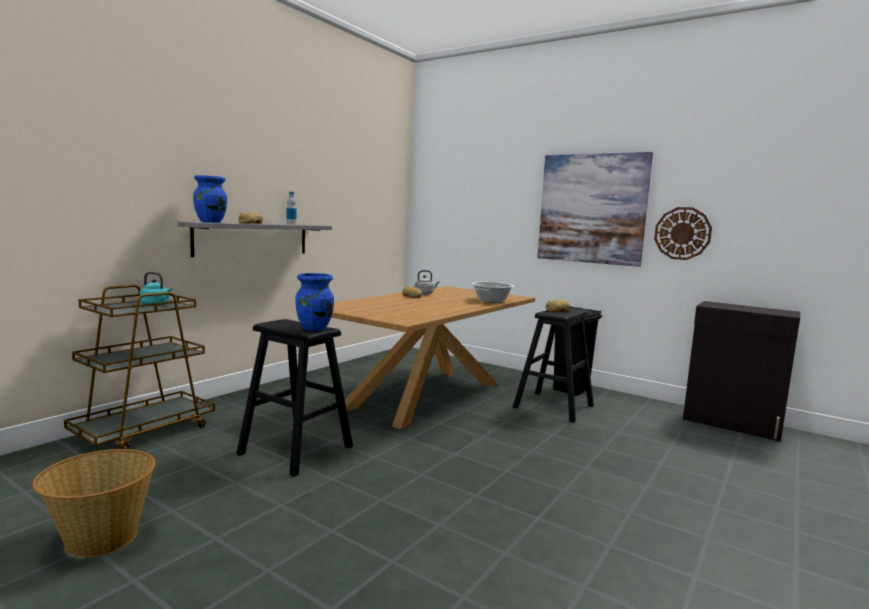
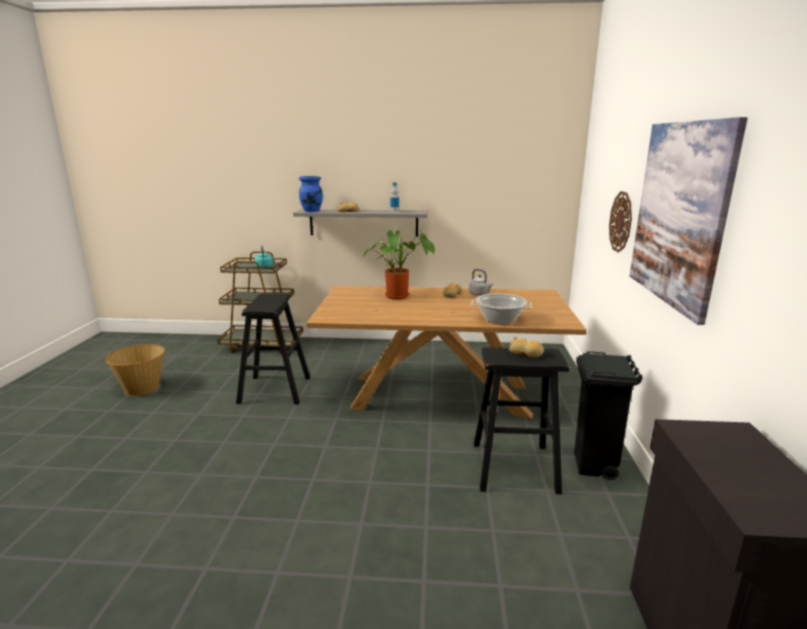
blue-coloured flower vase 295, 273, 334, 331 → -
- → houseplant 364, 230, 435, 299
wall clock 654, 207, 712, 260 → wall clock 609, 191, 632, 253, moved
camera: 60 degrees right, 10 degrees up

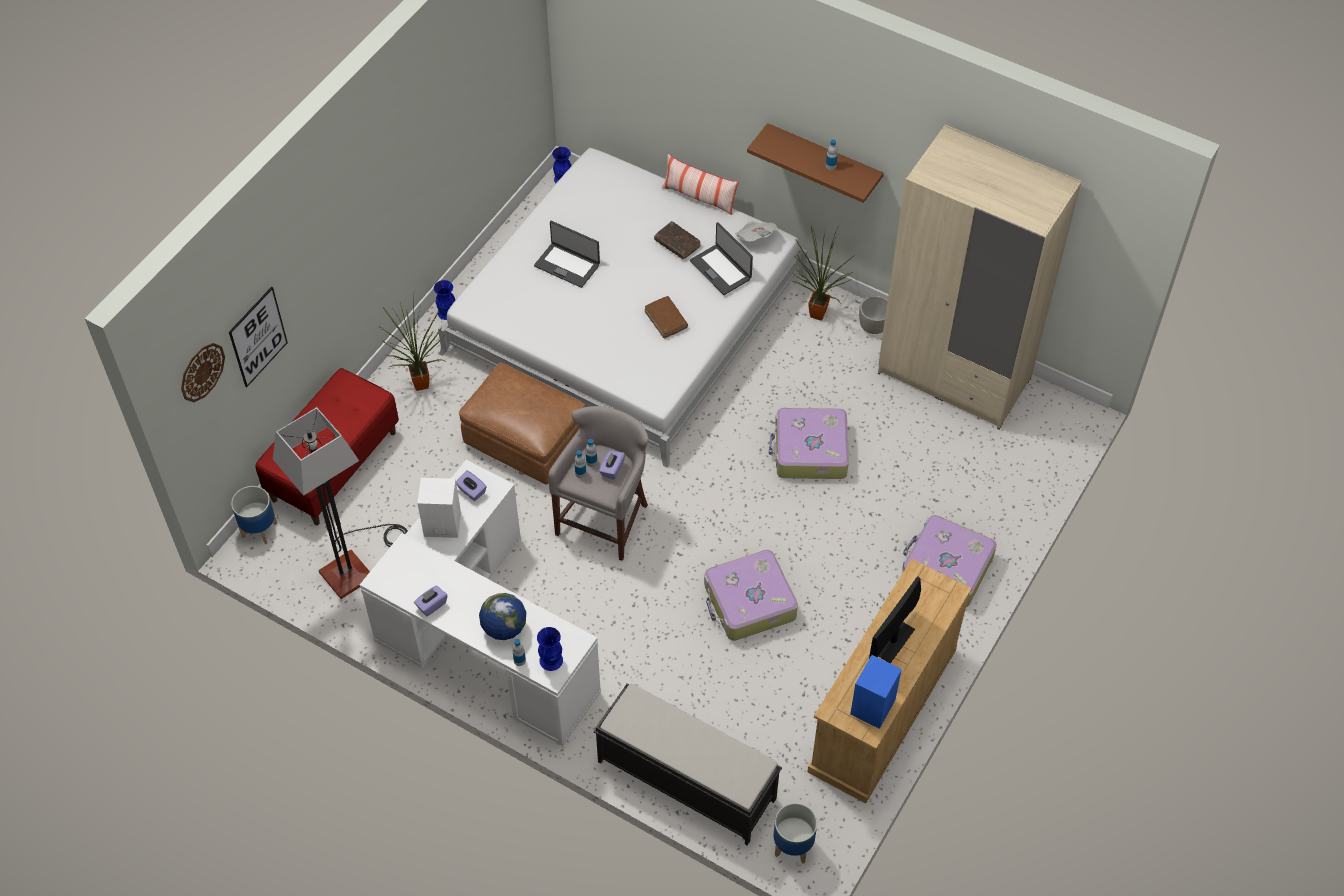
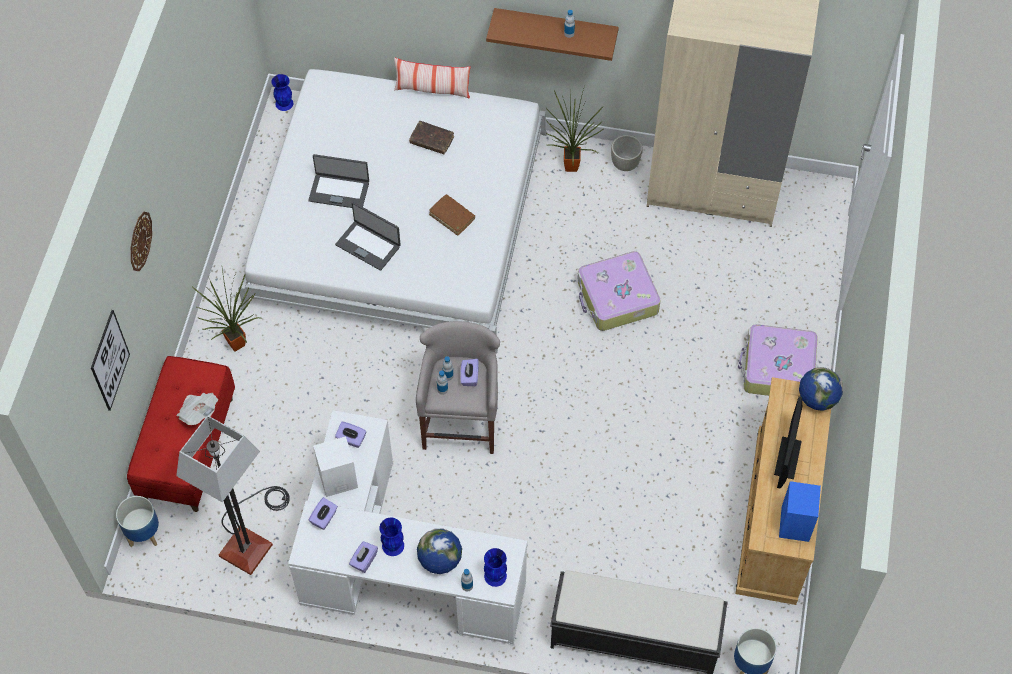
brown pouffe 459, 362, 585, 485 → -
travel case 704, 550, 798, 641 → -
- → purple tissue holder 309, 497, 338, 530
- → globe 799, 367, 843, 411
wall clock 181, 343, 225, 402 → wall clock 131, 212, 152, 271, moved
blue-coloured flower vase 434, 280, 455, 320 → blue-coloured flower vase 379, 518, 404, 556, moved
laptop 690, 222, 753, 295 → laptop 335, 202, 401, 271, moved
printed paper 735, 221, 777, 241 → printed paper 176, 393, 218, 425, moved
camera: 20 degrees left, 5 degrees up

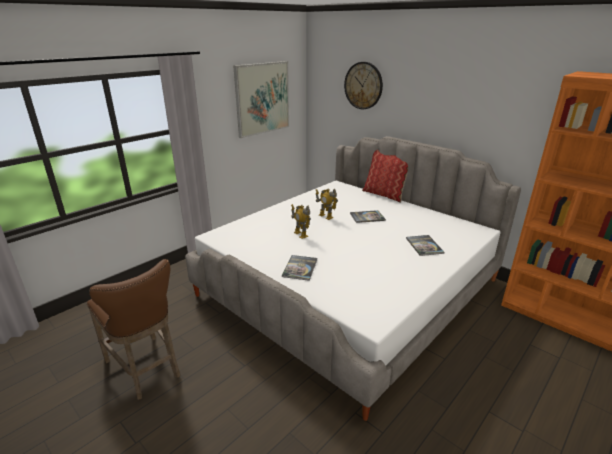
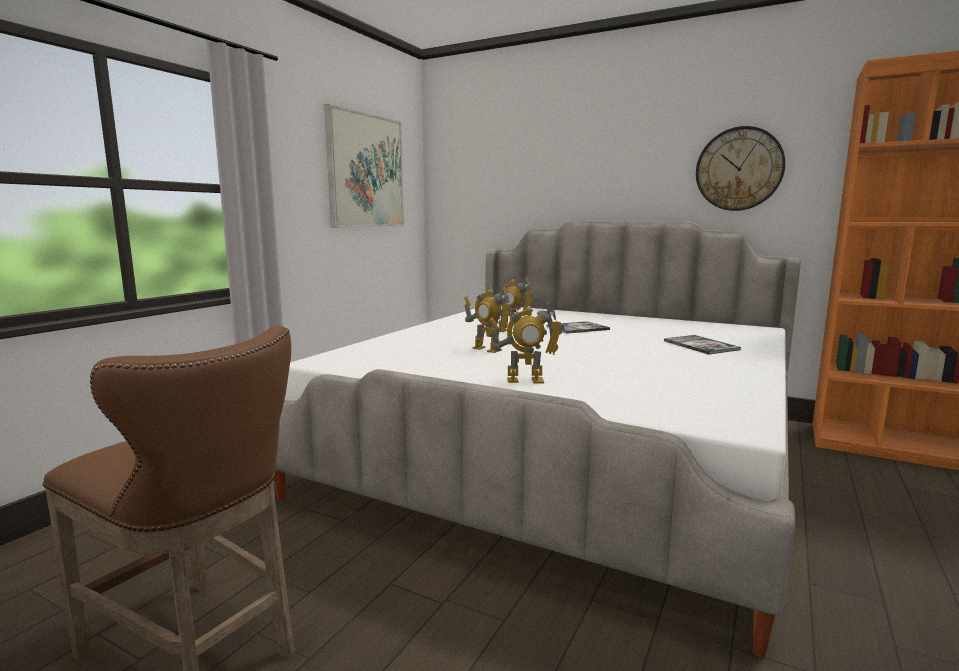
pillow 362, 150, 408, 203 → -
wall clock 344, 62, 383, 109 → wall clock 696, 126, 785, 211, moved
bound book 282, 255, 317, 281 → model robot 489, 301, 565, 384
camera: 15 degrees left, 15 degrees down

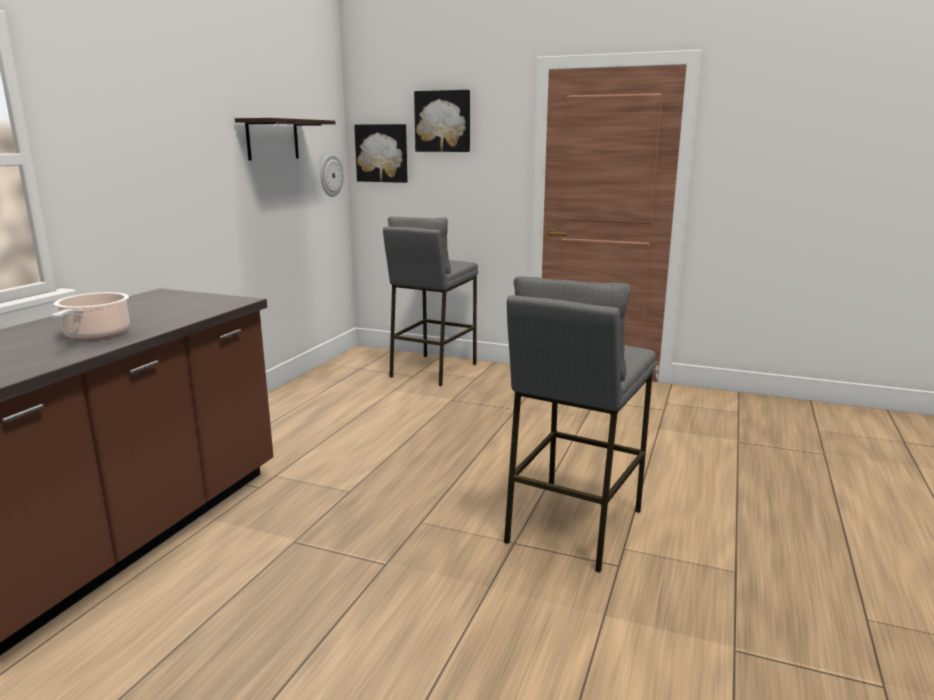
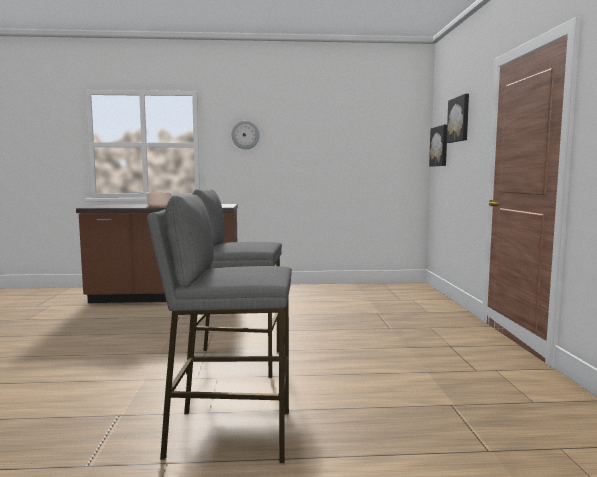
bracket shelf 235, 118, 335, 161 → -
wall clock 321, 154, 344, 197 → wall clock 232, 121, 260, 149, moved
gray stool seat 383, 217, 478, 386 → gray stool seat 147, 195, 292, 463, moved
camera: 65 degrees right, 10 degrees down

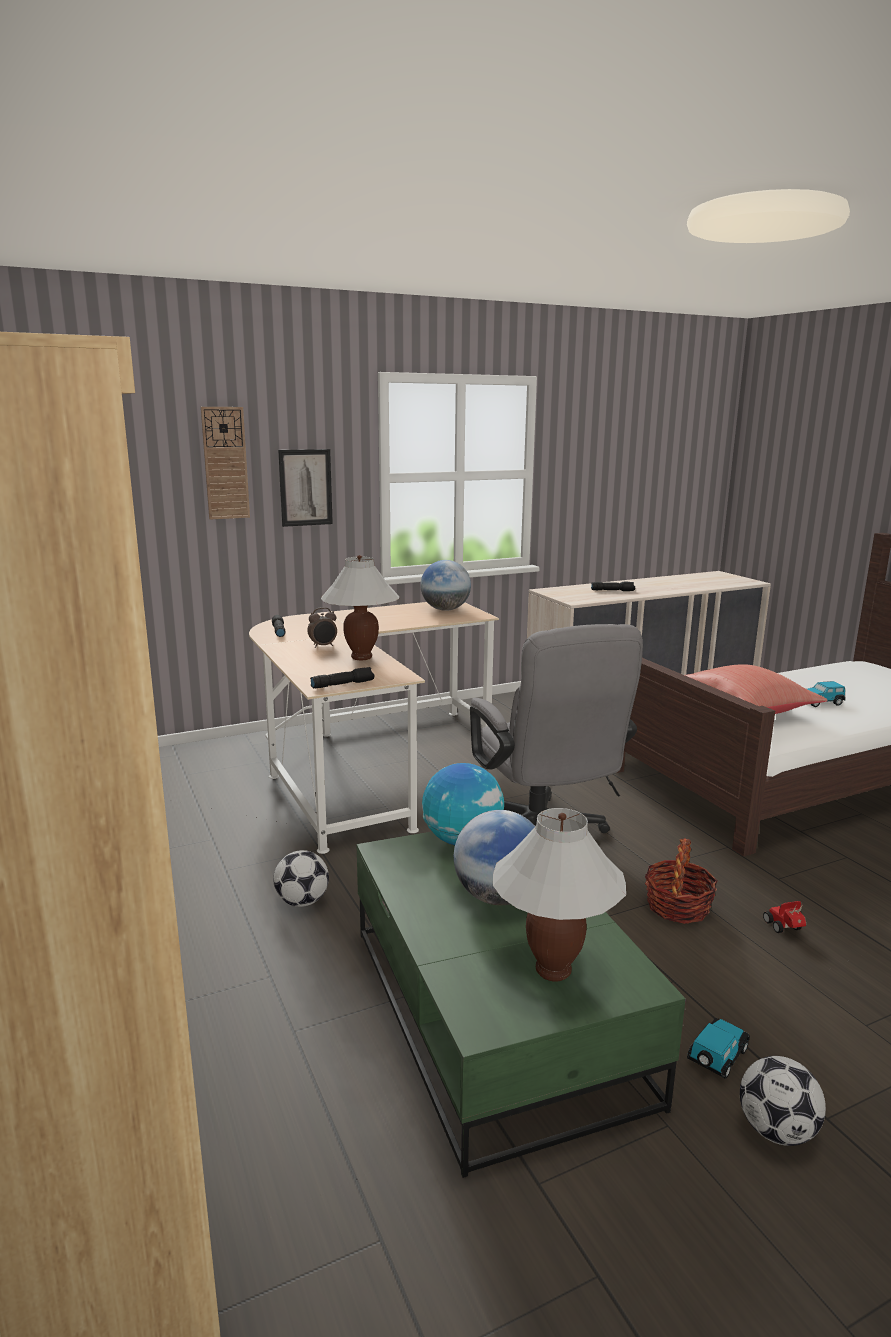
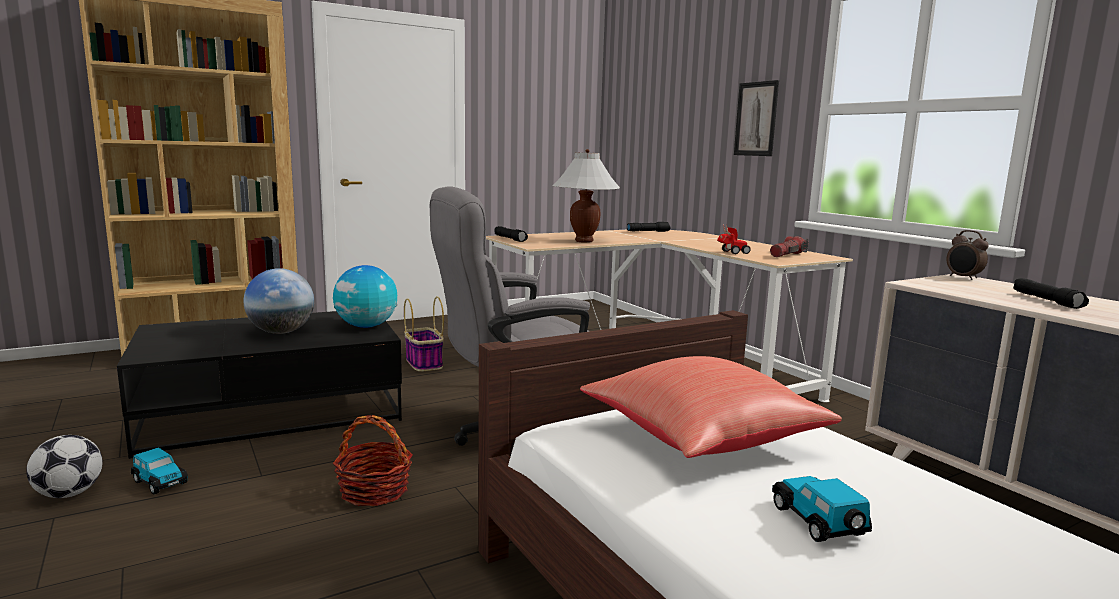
wall clock 201, 407, 250, 519 → -
whitish table lamp 493, 808, 626, 982 → -
alarm clock 307, 607, 337, 648 → alarm clock 946, 230, 989, 280, moved
model car 763, 901, 806, 933 → model car 717, 224, 751, 254, moved
football ball 273, 850, 329, 907 → basket 404, 296, 444, 371
globe 420, 560, 471, 611 → torch 770, 236, 809, 257
greenish lounge table 357, 832, 685, 1178 → blackish lounge table 117, 311, 402, 459
camera: 85 degrees right, 5 degrees down

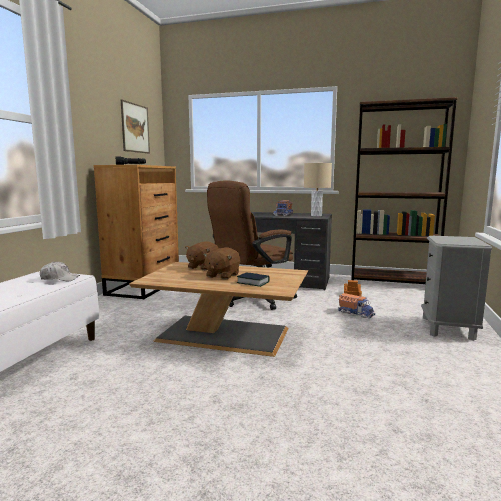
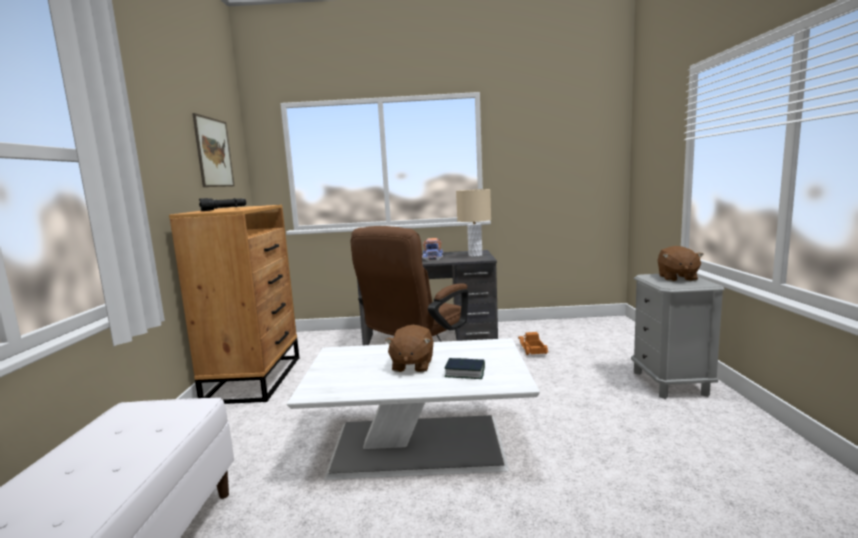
whitish cap 40, 261, 80, 281 → -
toy lorry 338, 293, 375, 319 → -
brown bookshelf 351, 97, 457, 284 → -
brown soft toy 185, 241, 219, 270 → brown soft toy 657, 246, 704, 281, moved
brown lounge table 129, 262, 308, 357 → whitish lounge table 287, 338, 540, 480
camera: 15 degrees left, 0 degrees up

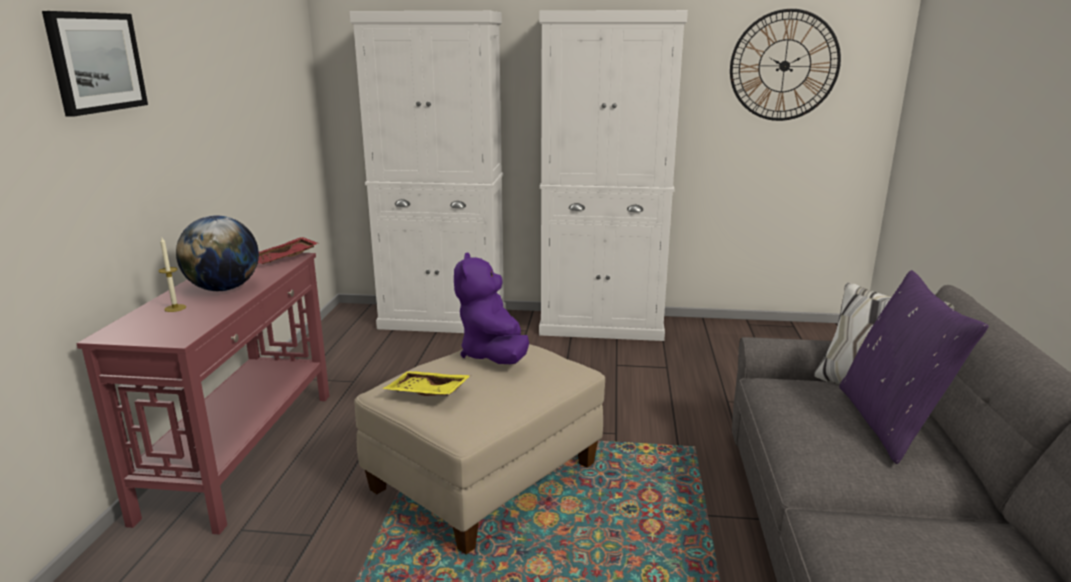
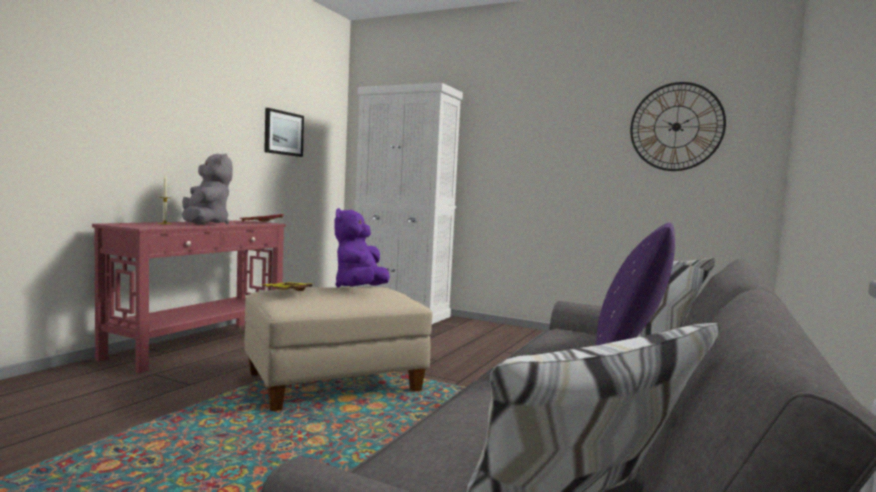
whitish storage cabinet 539, 10, 688, 341 → -
wall art 42, 11, 148, 117 → wall art 264, 108, 304, 157, moved
globe 176, 216, 259, 291 → gray soft toy 182, 154, 233, 225
camera: 20 degrees right, 15 degrees down

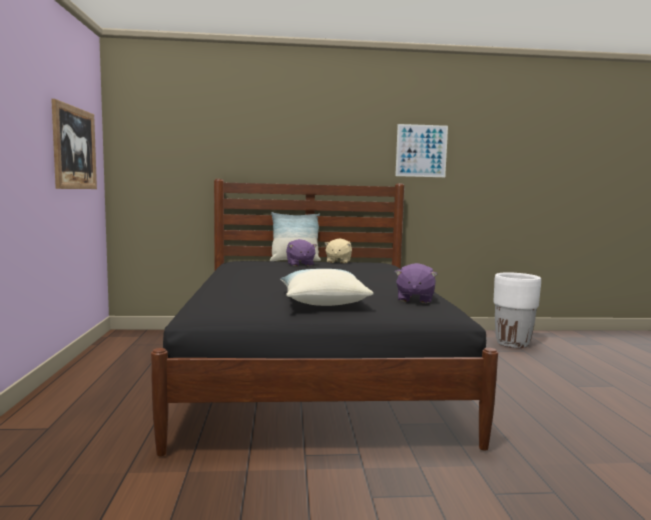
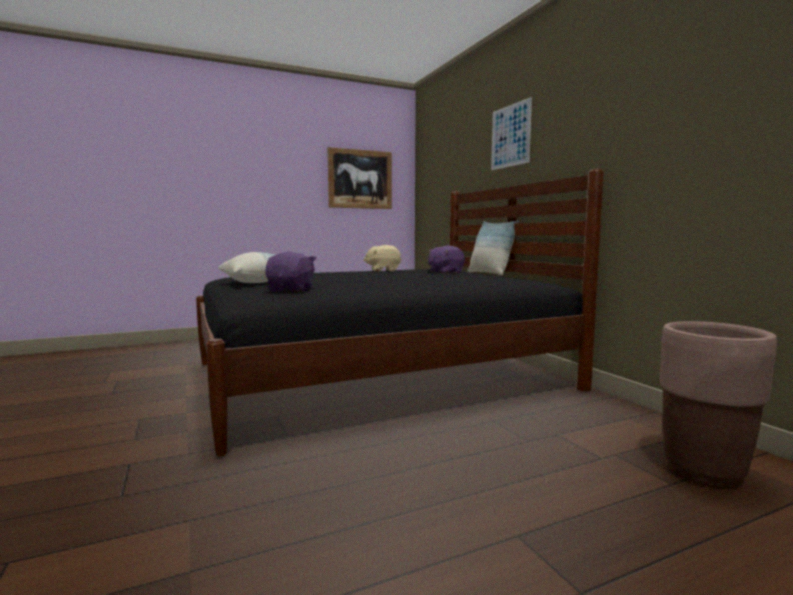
sand-coloured soft toy 324, 239, 352, 263 → sand-coloured soft toy 363, 245, 402, 272, moved
wall art 395, 124, 448, 177 → wall art 491, 97, 532, 170, moved
whitish plant pot 493, 272, 541, 348 → brown plant pot 660, 321, 777, 488
purple soft toy 395, 263, 438, 303 → purple soft toy 265, 251, 317, 292, 105 degrees clockwise
camera: 70 degrees right, 0 degrees up

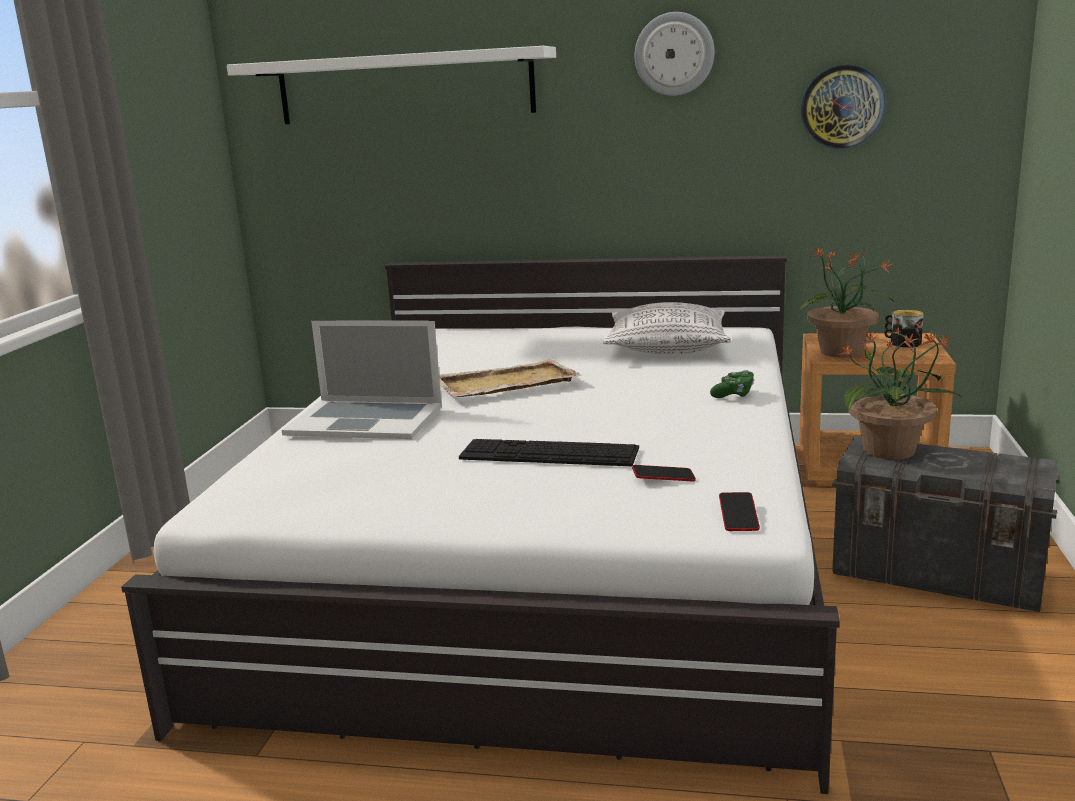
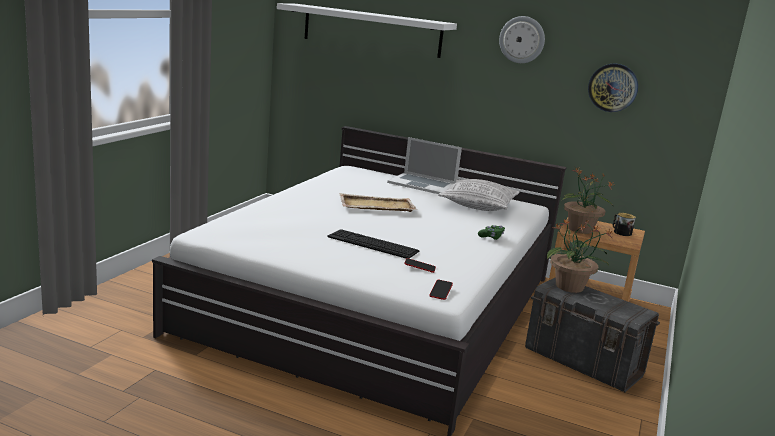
laptop 282, 321, 442, 439 → laptop 387, 137, 462, 194, moved
camera: 10 degrees right, 0 degrees up

